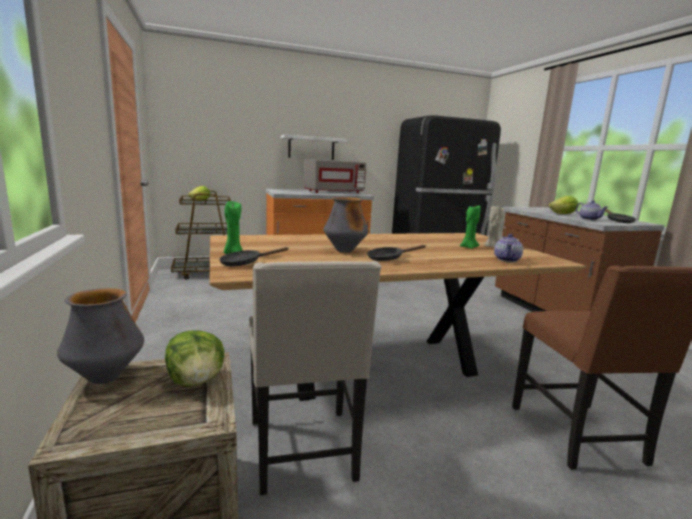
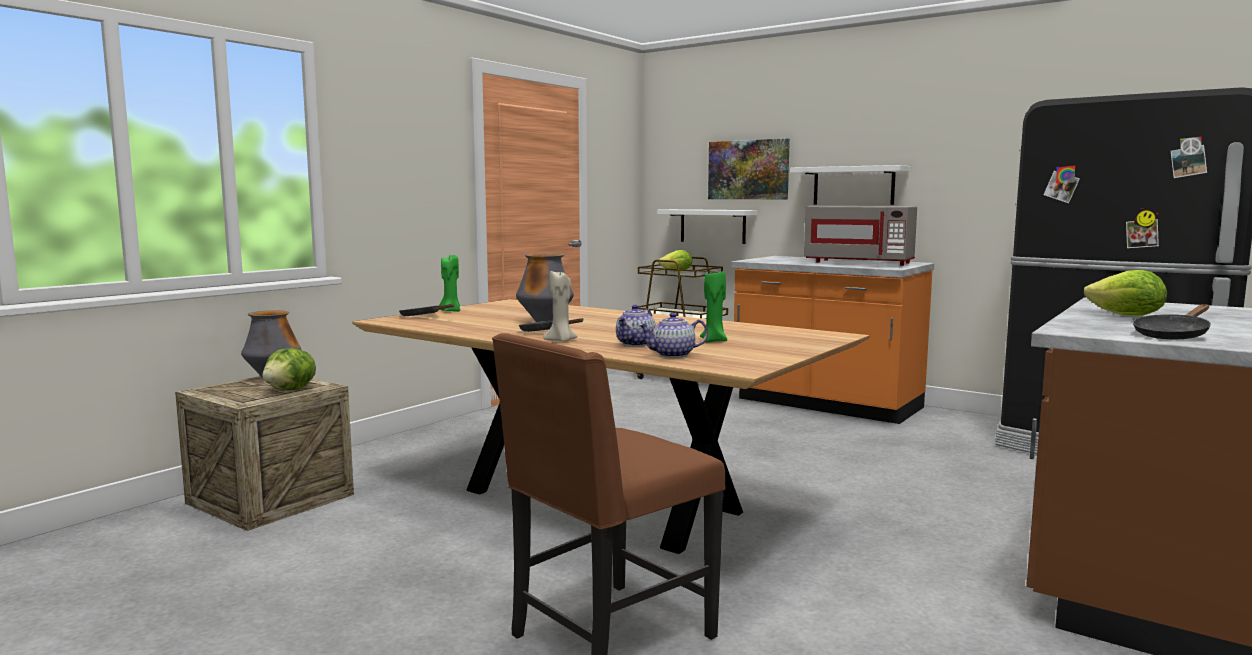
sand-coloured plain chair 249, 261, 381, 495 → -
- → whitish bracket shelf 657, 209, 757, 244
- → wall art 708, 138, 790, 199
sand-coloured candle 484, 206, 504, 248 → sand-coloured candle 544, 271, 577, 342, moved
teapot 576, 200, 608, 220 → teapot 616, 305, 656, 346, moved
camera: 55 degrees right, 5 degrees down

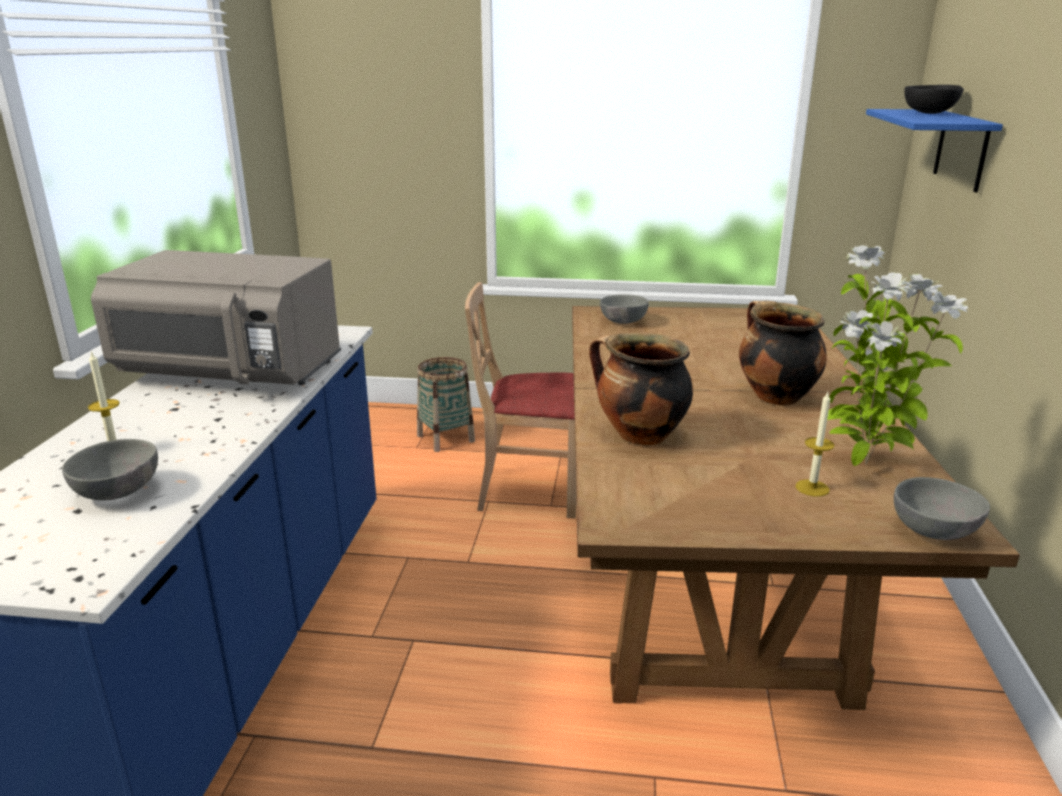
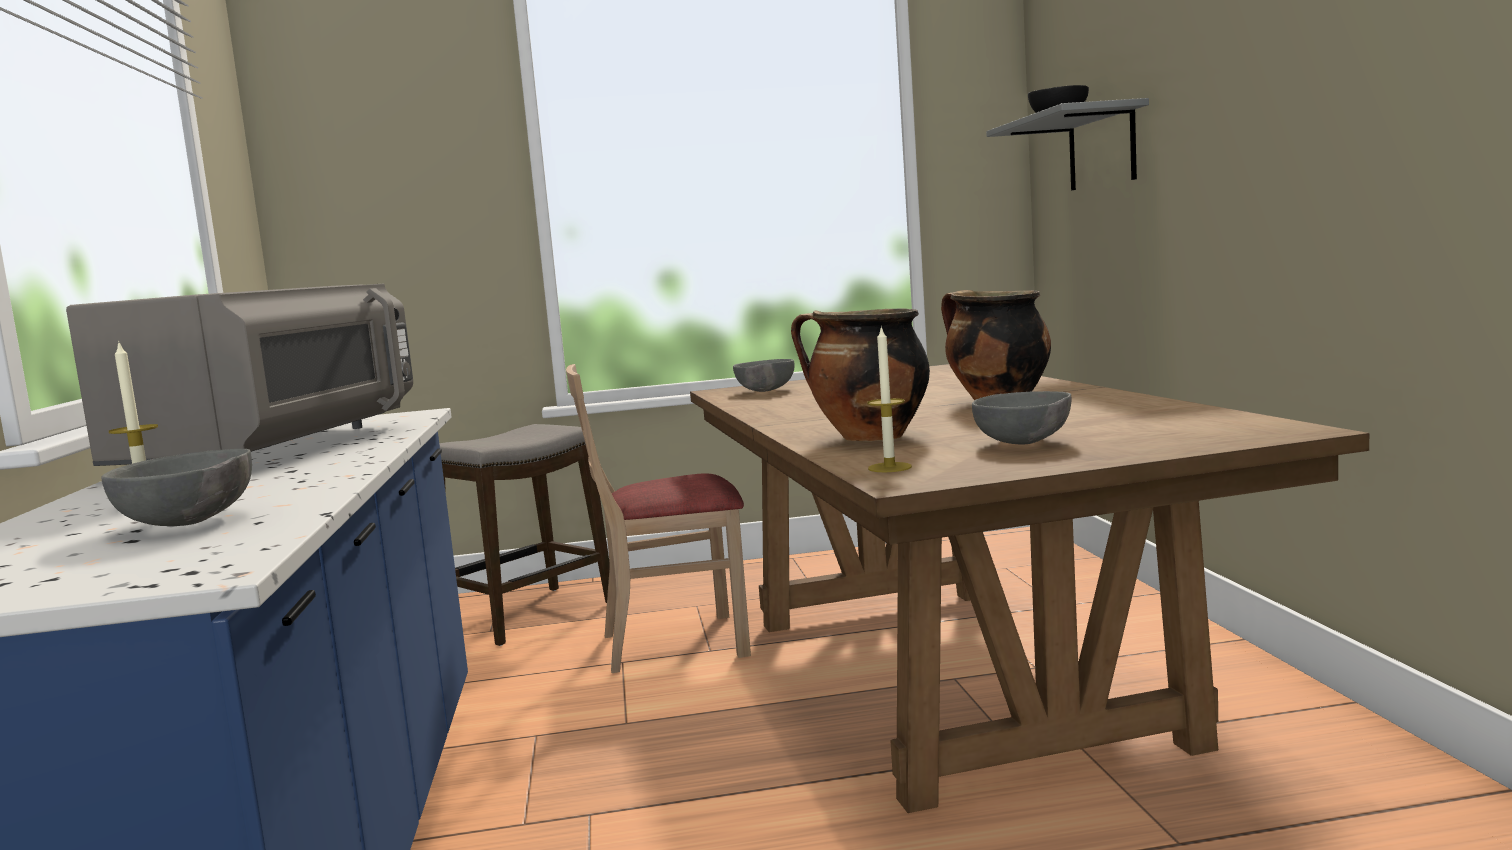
houseplant 827, 245, 968, 466 → -
candle 795, 392, 834, 497 → candle 867, 325, 912, 472, moved
gray bowl 894, 477, 990, 540 → gray bowl 972, 391, 1071, 444, moved
basket 417, 357, 475, 452 → stool seat 439, 424, 609, 646
blue-coloured bracket shelf 866, 109, 1003, 193 → gray bracket shelf 986, 98, 1149, 191
gray microwave oven 91, 250, 341, 385 → gray microwave oven 66, 283, 413, 466, 75 degrees counterclockwise
camera: 15 degrees left, 15 degrees down

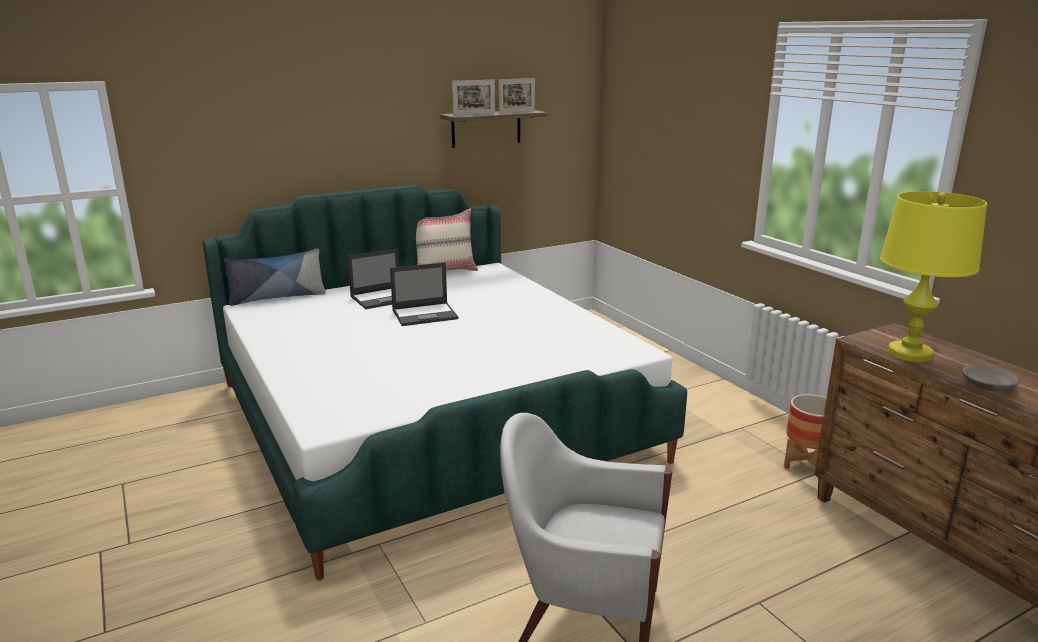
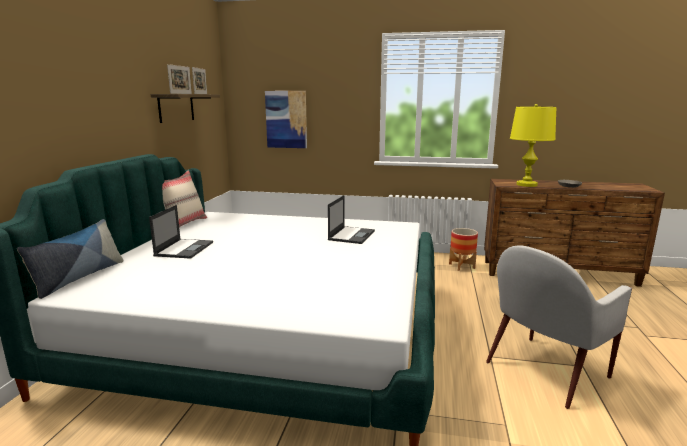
- → wall art 265, 91, 307, 148
laptop 390, 262, 458, 326 → laptop 328, 195, 375, 244, moved
camera: 50 degrees left, 5 degrees down

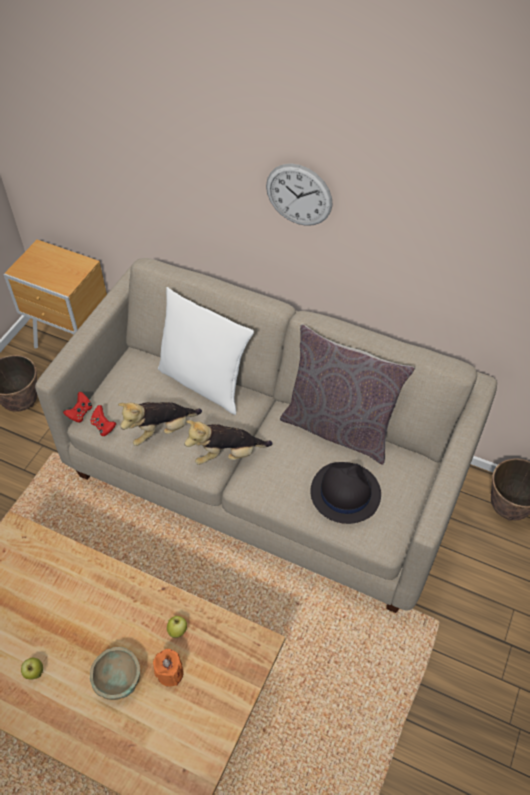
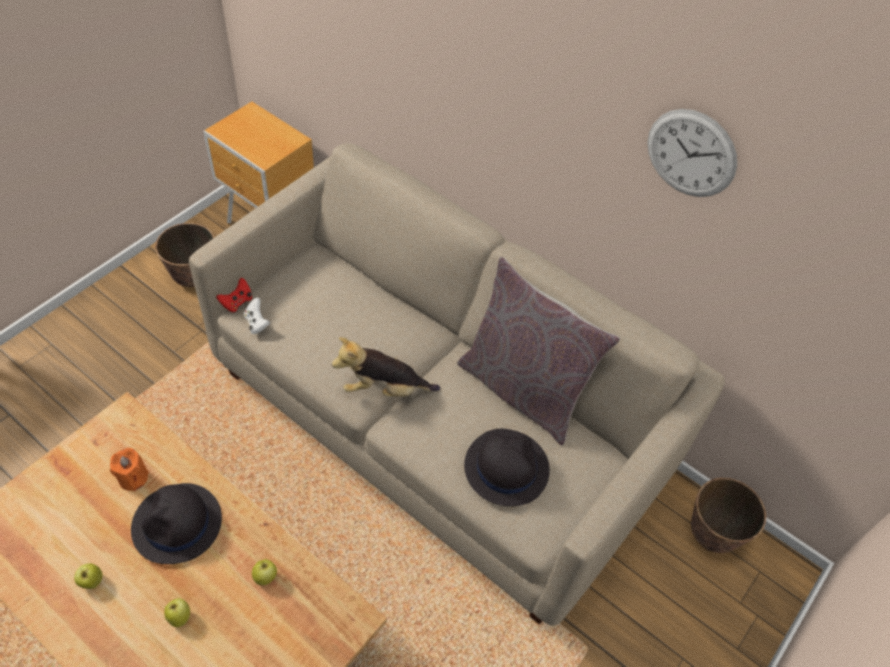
soft toy 118, 402, 202, 446 → -
whitish pillow 158, 287, 254, 415 → -
- → blackish hat 131, 483, 222, 564
orangey candle 153, 649, 184, 687 → orangey candle 110, 448, 149, 491, moved
wall clock 266, 163, 332, 226 → wall clock 647, 109, 737, 197, moved
sand-coloured bowl 90, 647, 140, 700 → apple fruit 164, 598, 190, 627
red gamepad 91, 405, 116, 436 → whitish gamepad 244, 298, 270, 334
camera: 10 degrees right, 0 degrees up

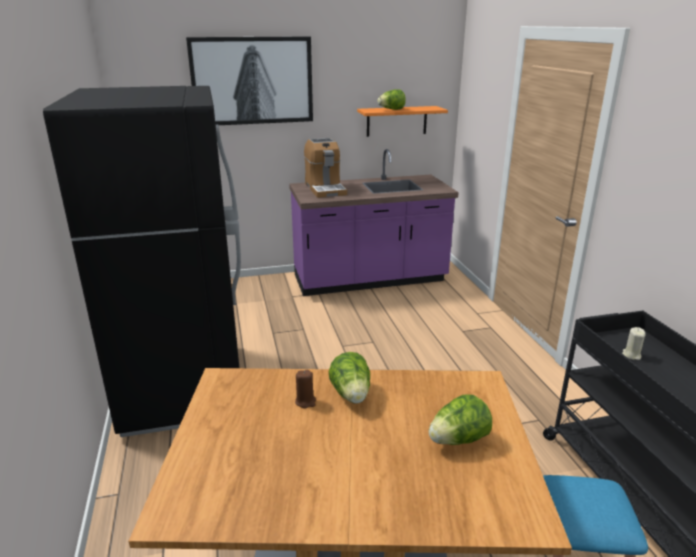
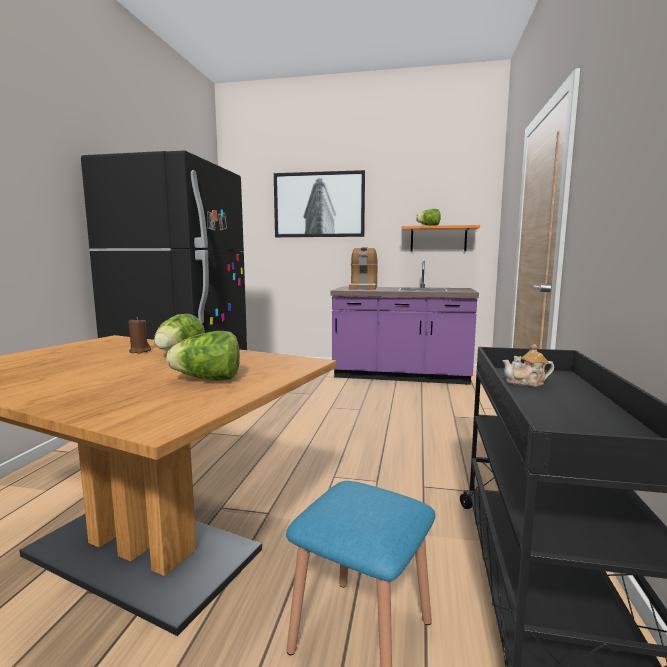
sand-coloured candle 622, 327, 646, 360 → teapot 502, 344, 554, 387
camera: 25 degrees right, 15 degrees down

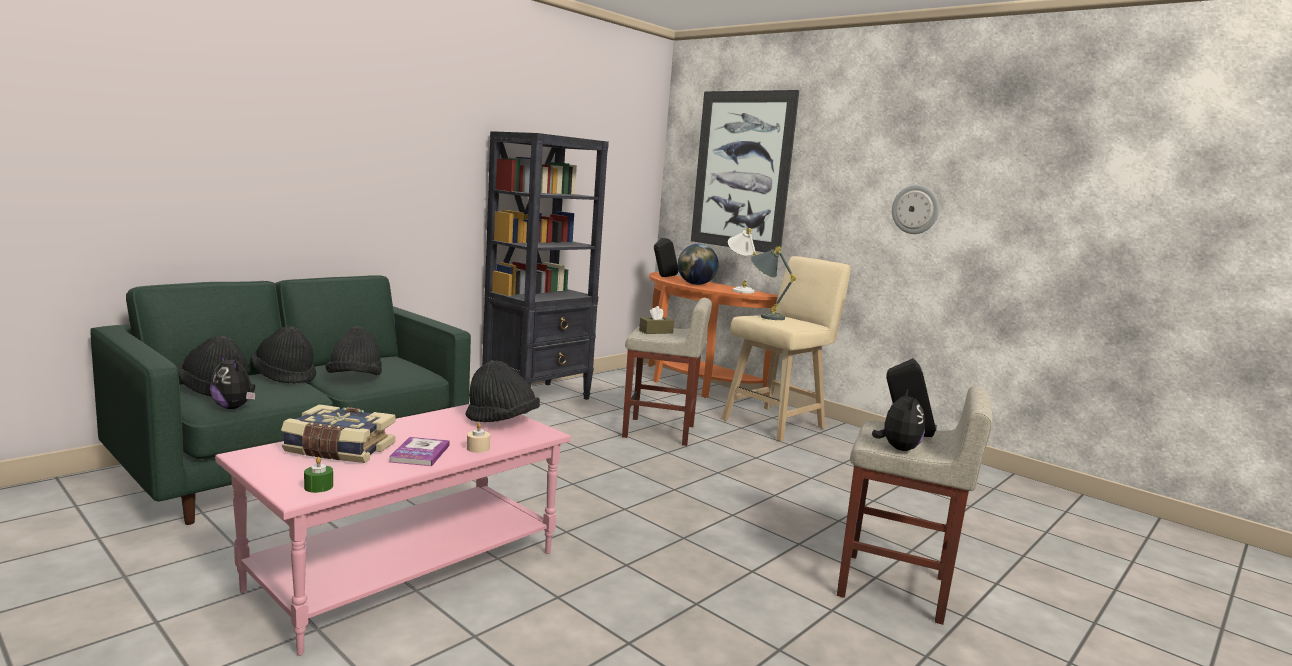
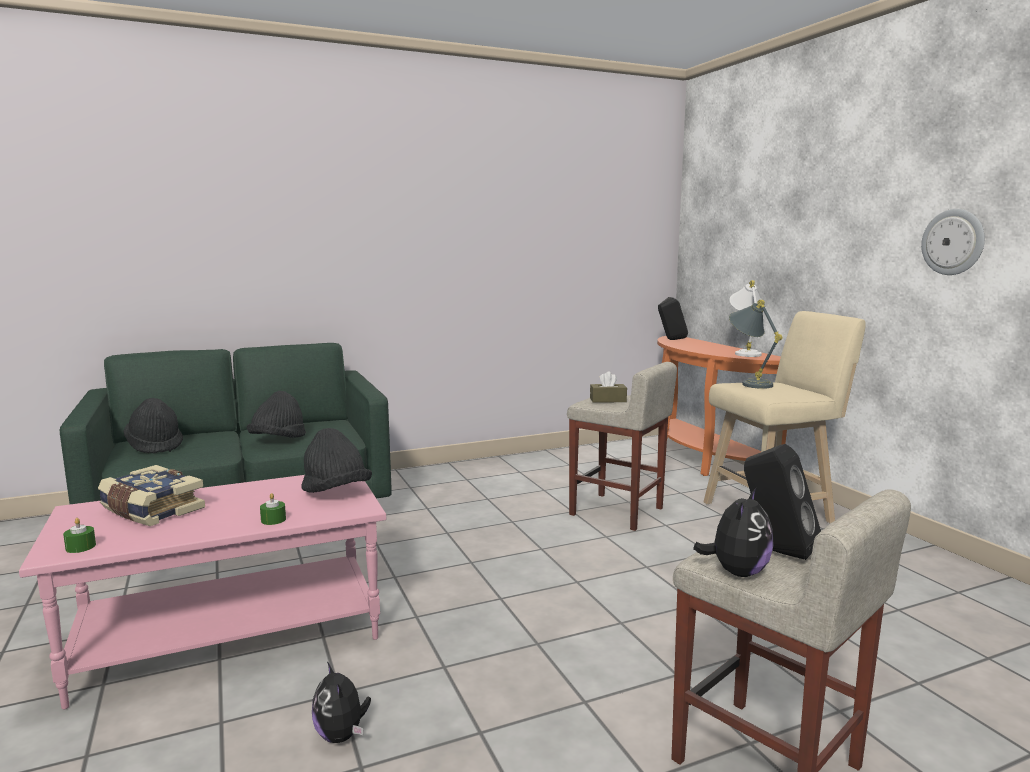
blackish hat 251, 326, 316, 384 → -
bound book 389, 437, 450, 466 → -
blackish bookshelf 482, 131, 609, 414 → -
globe 678, 244, 719, 285 → -
wall art 691, 90, 800, 255 → -
soft toy 210, 354, 255, 409 → soft toy 312, 661, 371, 743, moved
sand-coloured candle 467, 423, 490, 453 → greenish candle 260, 493, 286, 525
camera: 25 degrees right, 0 degrees up

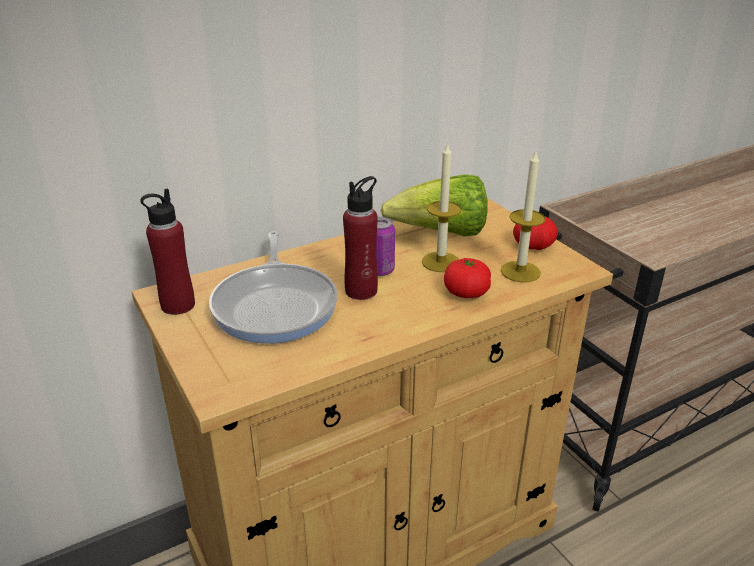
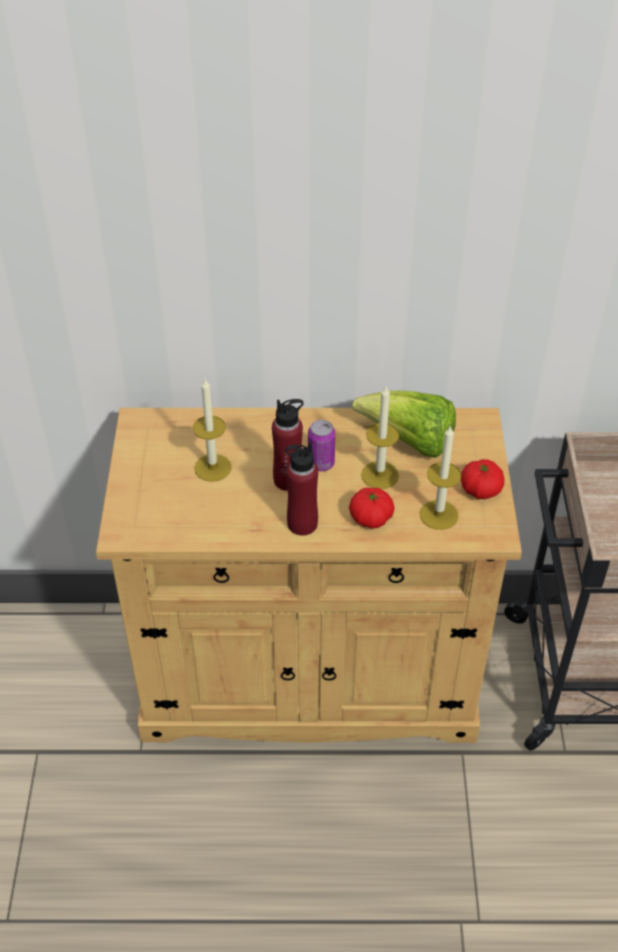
red beverage bottle 140, 189, 195, 315 → red beverage bottle 285, 442, 318, 536, moved
pan 209, 231, 338, 344 → candle 193, 379, 232, 482
camera: 30 degrees right, 15 degrees up

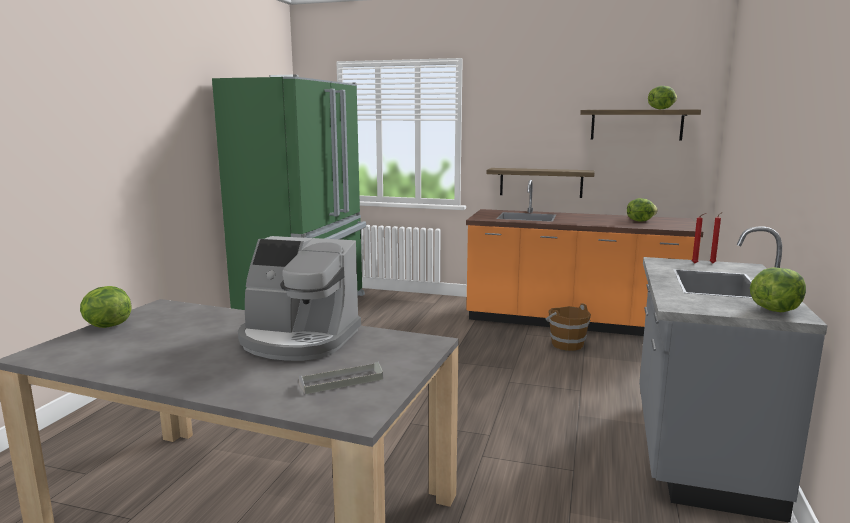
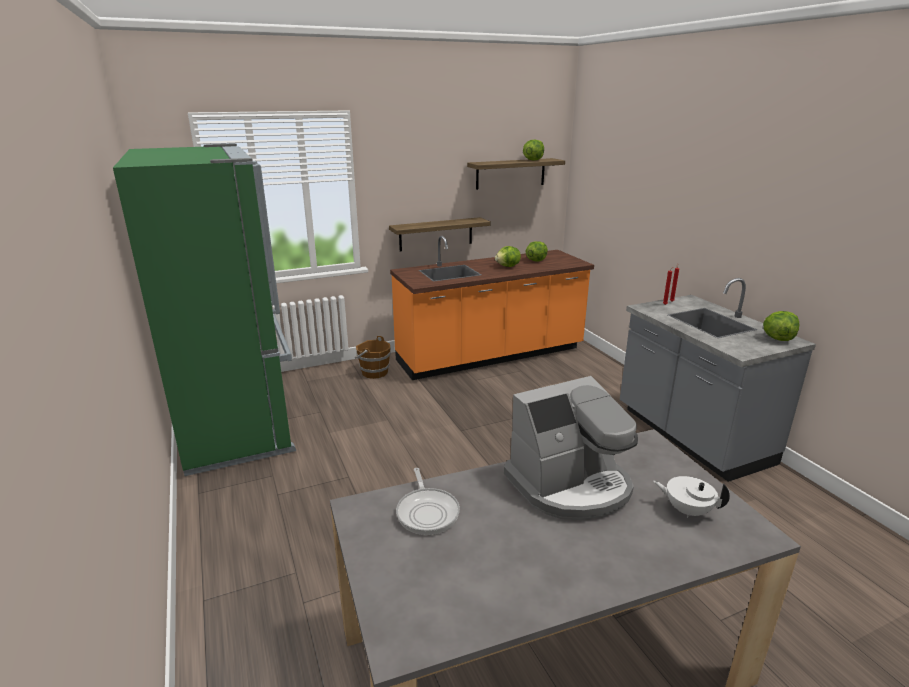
- → pan 396, 468, 460, 535
head of lettuce 80, 286, 131, 328 → head of lettuce 495, 246, 521, 267, moved
brown water bucket 545, 303, 591, 351 → brown water bucket 355, 336, 391, 379, moved
gray serving tray 298, 362, 383, 394 → whitish teapot 653, 476, 730, 518
camera: 40 degrees left, 10 degrees up

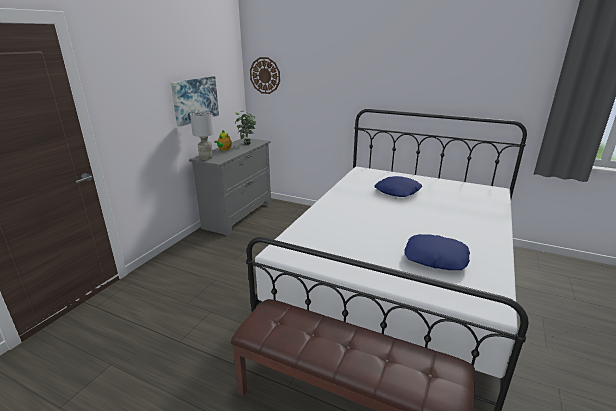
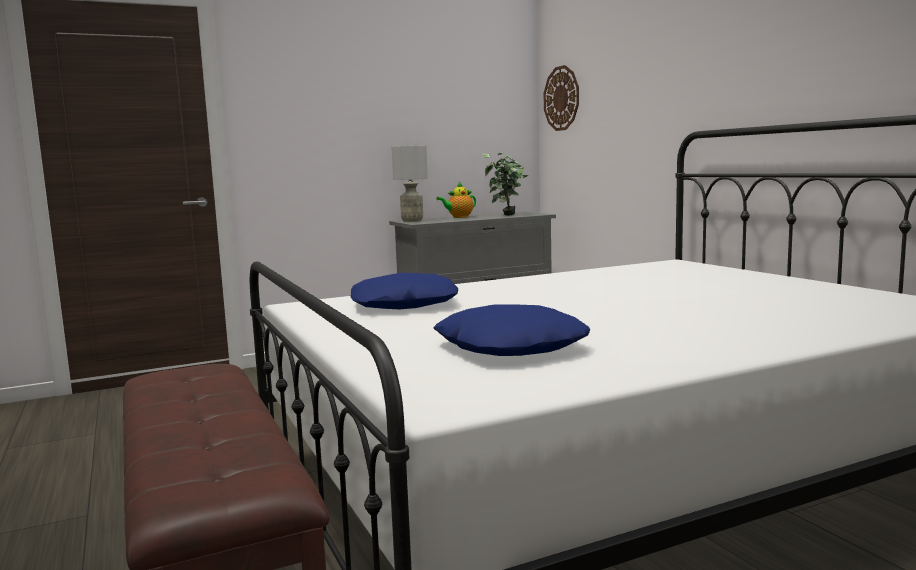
wall art 171, 76, 219, 127 → -
blue-coloured pillow 375, 176, 422, 197 → blue-coloured pillow 350, 273, 458, 309, moved
camera: 40 degrees right, 15 degrees down

